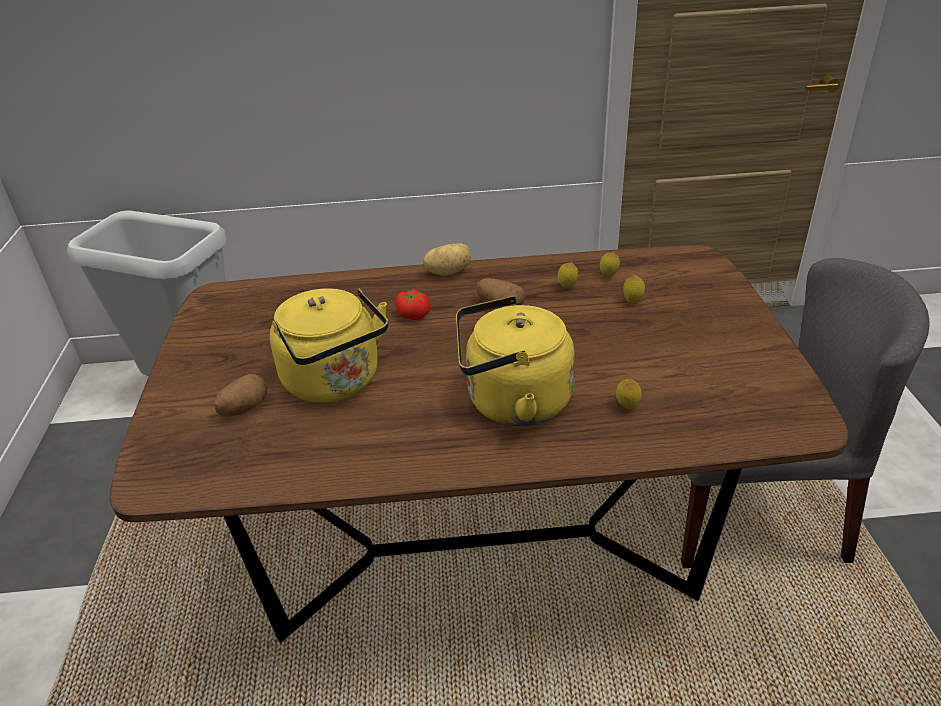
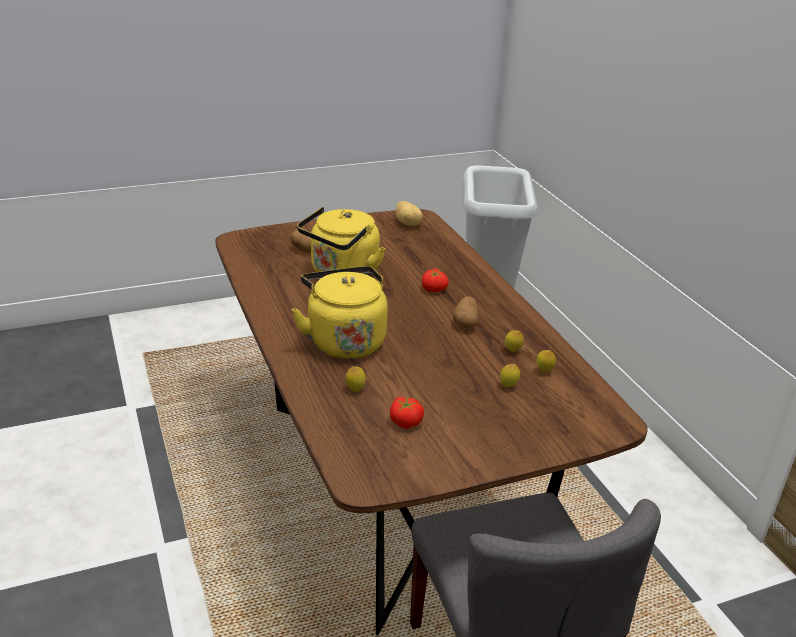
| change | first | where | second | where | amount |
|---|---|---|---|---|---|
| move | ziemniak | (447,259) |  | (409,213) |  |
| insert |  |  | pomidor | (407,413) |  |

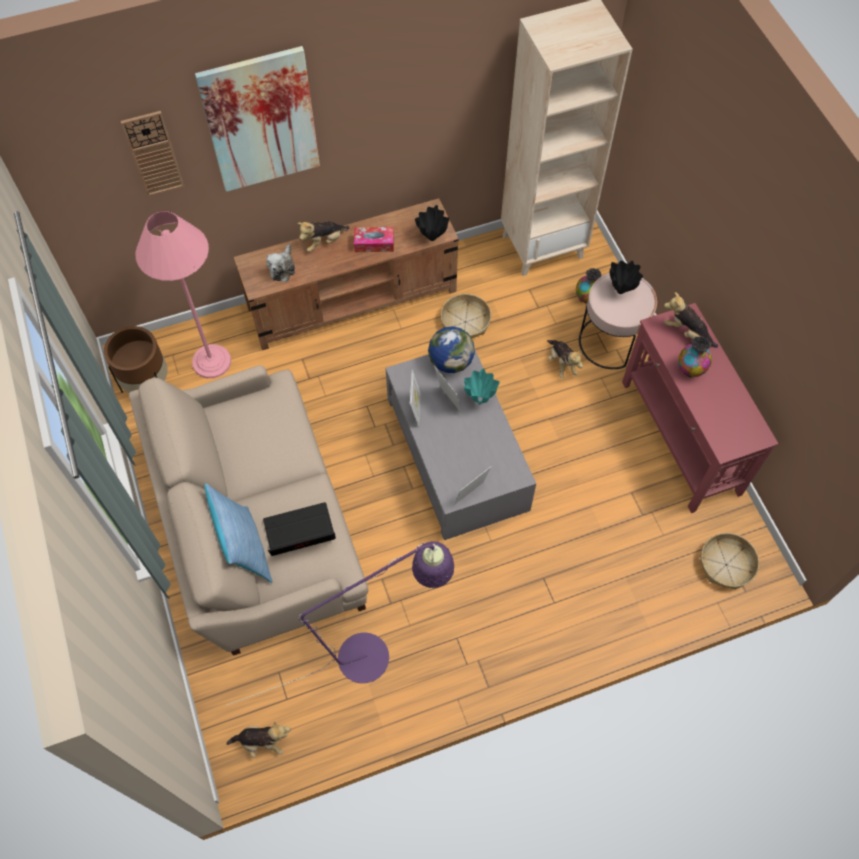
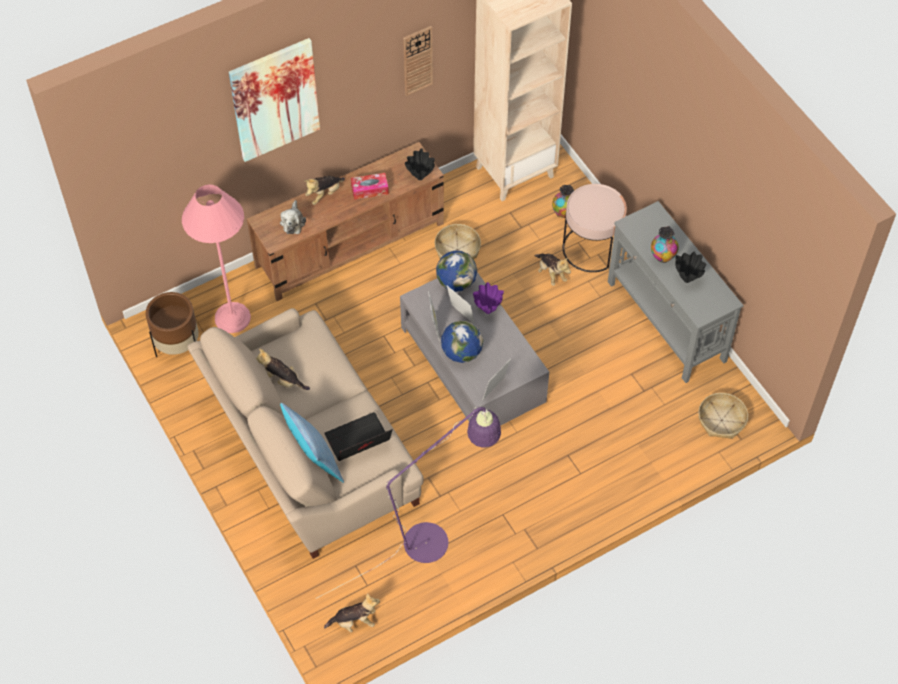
| change | first | where | second | where | amount |
|---|---|---|---|---|---|
| move | zegar ścienny | (152,153) |  | (418,61) |  |
| move | wazon (czarny) | (626,277) |  | (690,267) |  |
| move | pluszak | (691,320) |  | (283,369) |  |
| recolor | stolik konsolowy (czerwony) | (700,408) | stolik konsolowy (szary) | (676,292) |  |
| recolor | wazon (turkusowy) | (482,387) | wazon (fioletowy) | (488,298) |  |
| insert |  |  | globus | (462,342) |  |

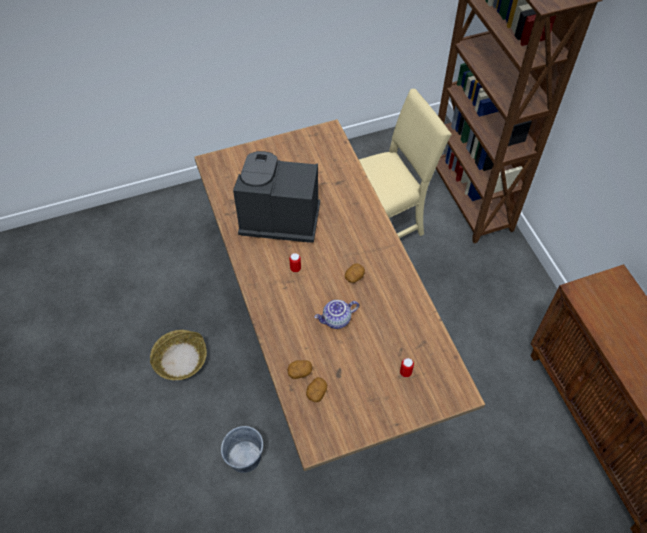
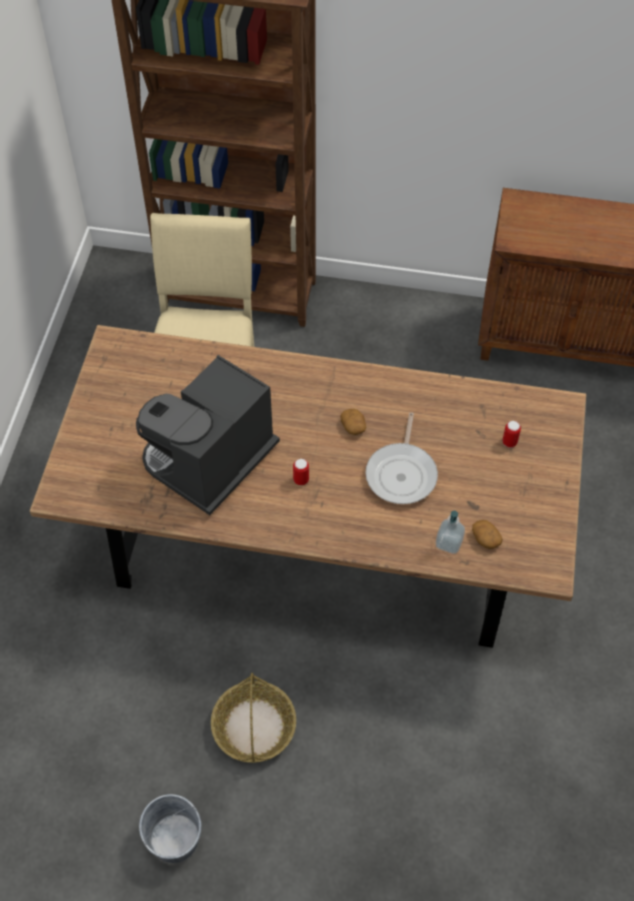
| change | first | where | second | where | amount |
|---|---|---|---|---|---|
| replace | imbryk | (336,314) | patelnia | (401,458) |  |
| replace | ziemniak | (299,369) | dozownik mydła | (450,532) |  |
| move | wiadro (szary) | (242,449) |  | (170,828) |  |

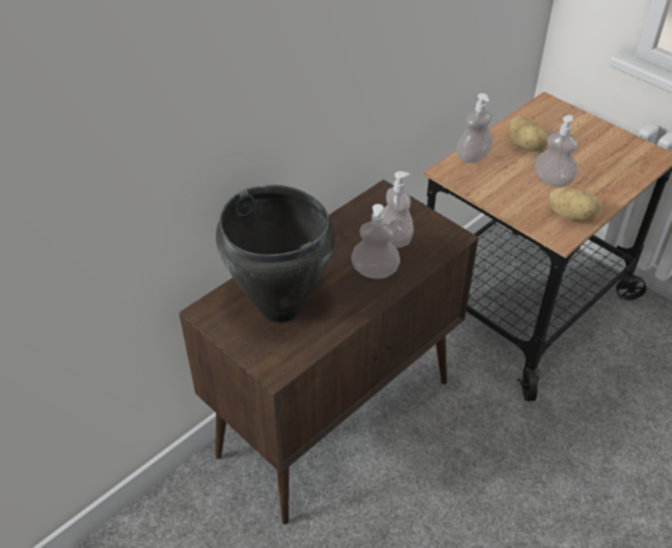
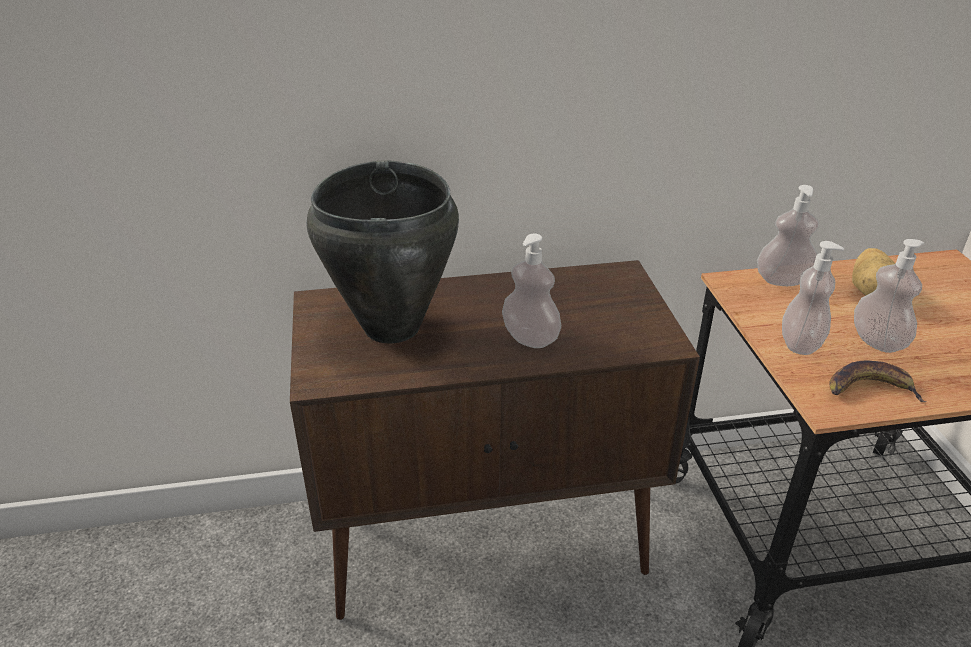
| change | first | where | second | where | amount |
|---|---|---|---|---|---|
| move | dozownik mydła | (398,209) |  | (813,298) |  |
| replace | ziemniak | (575,204) | banan | (877,381) |  |

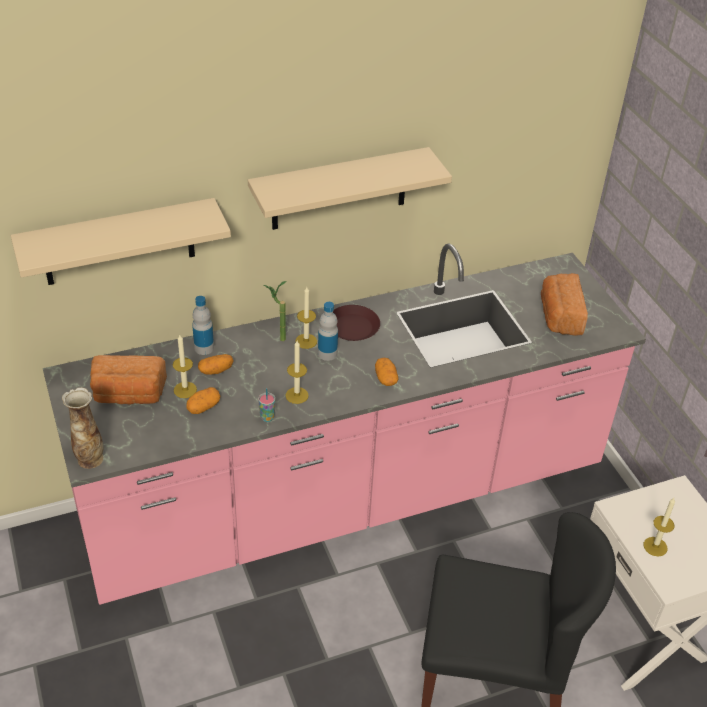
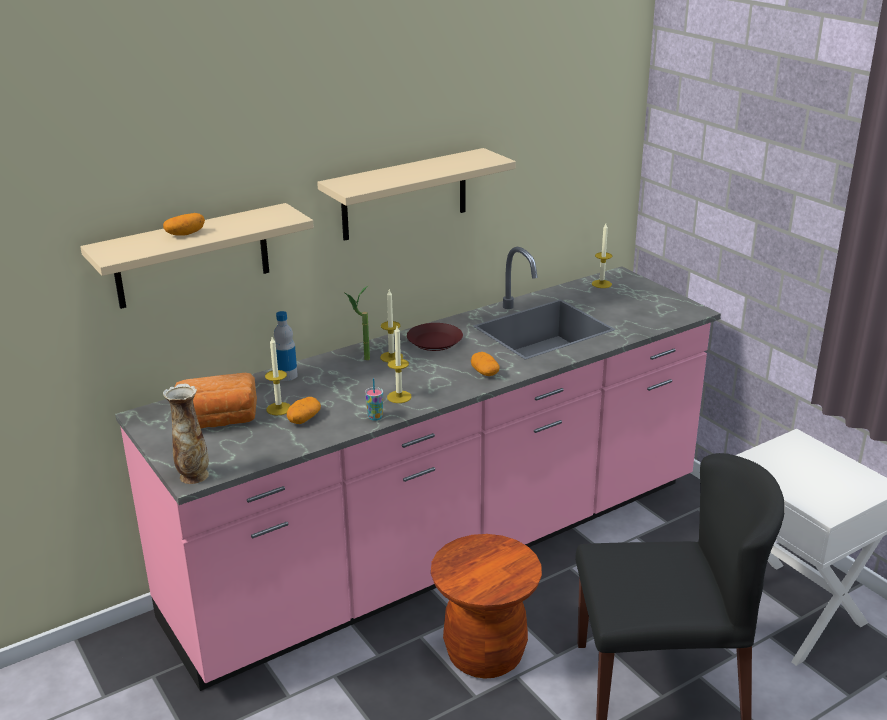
| change | first | where | second | where | amount |
|---|---|---|---|---|---|
| delete | chleb | (564,304) |  |  |  |
| delete | butelka | (328,331) |  |  |  |
| move | ziemniak | (216,364) |  | (184,224) |  |
| move | świeca | (659,527) |  | (602,256) |  |
| insert |  |  | stołek (brązowy) | (486,606) |  |

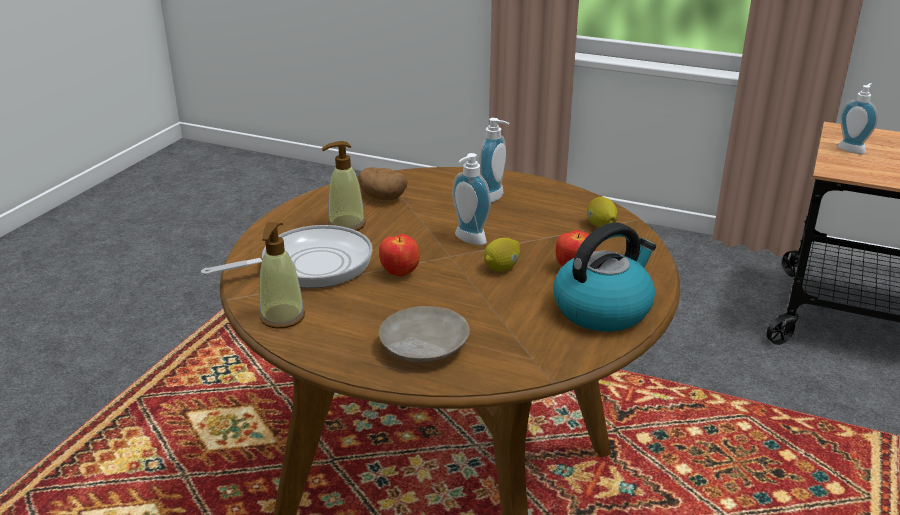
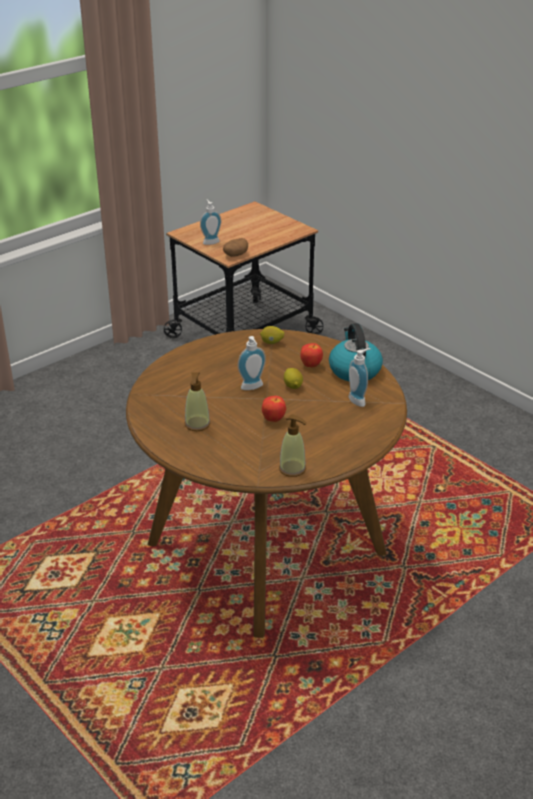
| change | first | where | second | where | amount |
|---|---|---|---|---|---|
| move | dozownik mydła | (494,160) |  | (360,377) |  |
| move | ziemniak | (383,183) |  | (235,247) |  |
| delete | patelnia | (287,256) |  |  |  |
| delete | talerz (beżowy) | (424,334) |  |  |  |

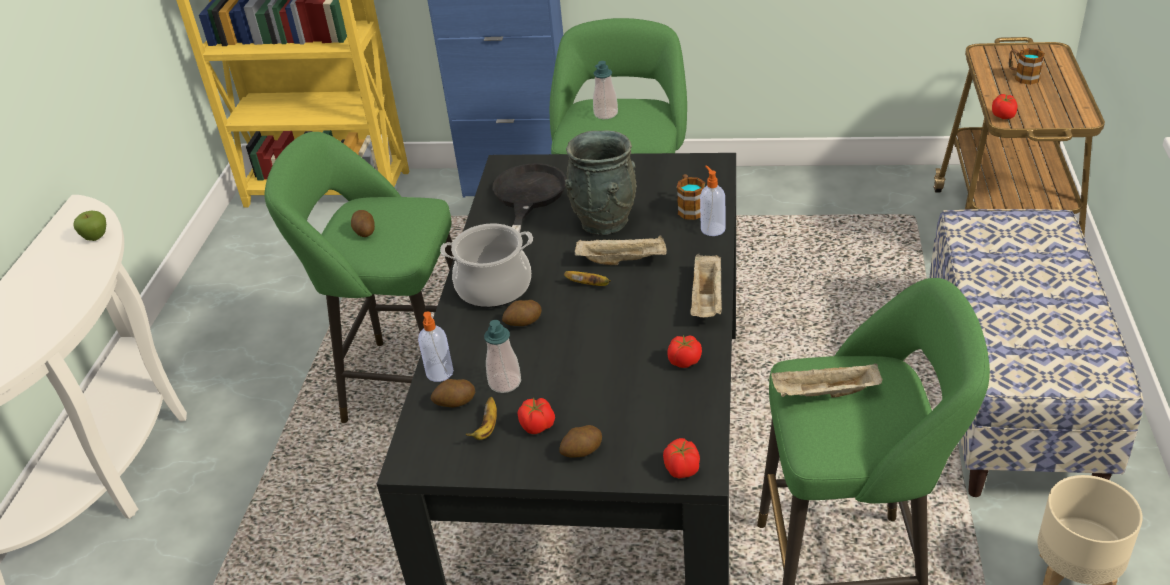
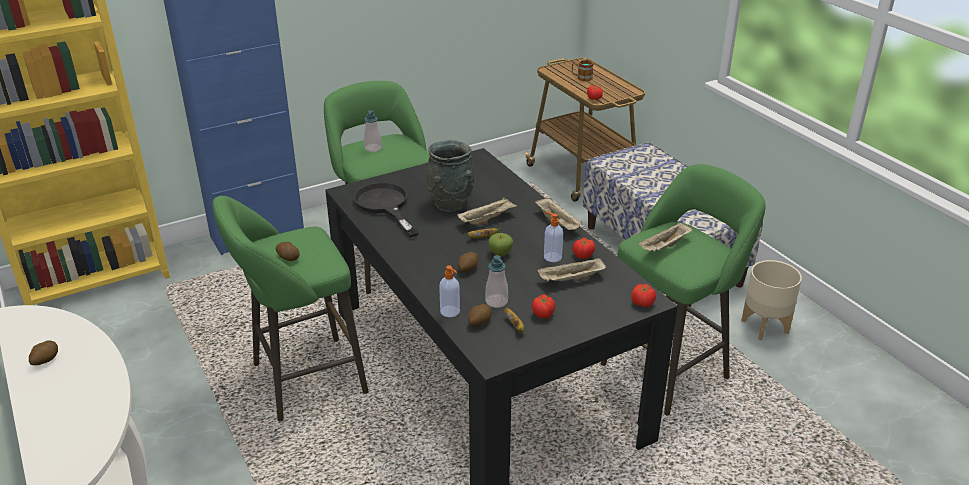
| change | first | where | second | where | amount |
|---|---|---|---|---|---|
| move | dozownik mydła | (713,200) |  | (553,237) |  |
| delete | kubek | (691,197) |  |  |  |
| move | jabłko | (90,226) |  | (500,244) |  |
| delete | garnek | (486,265) |  |  |  |
| move | ziemniak | (580,441) |  | (43,352) |  |
| insert |  |  | taca (beżowy) | (572,269) |  |

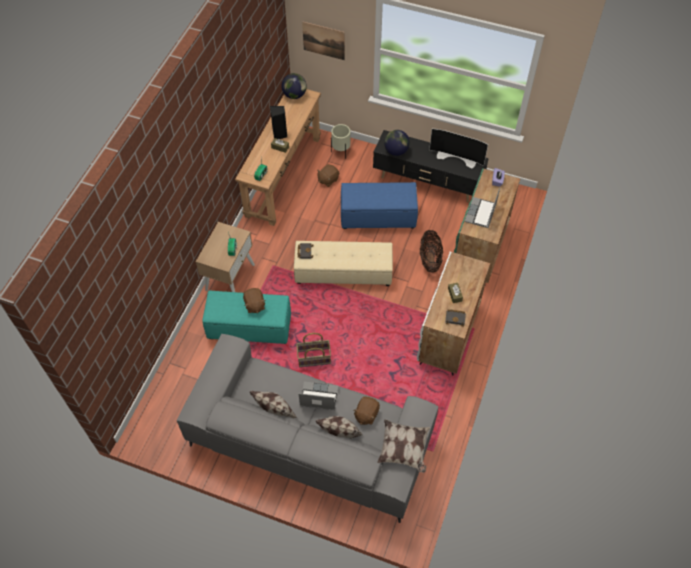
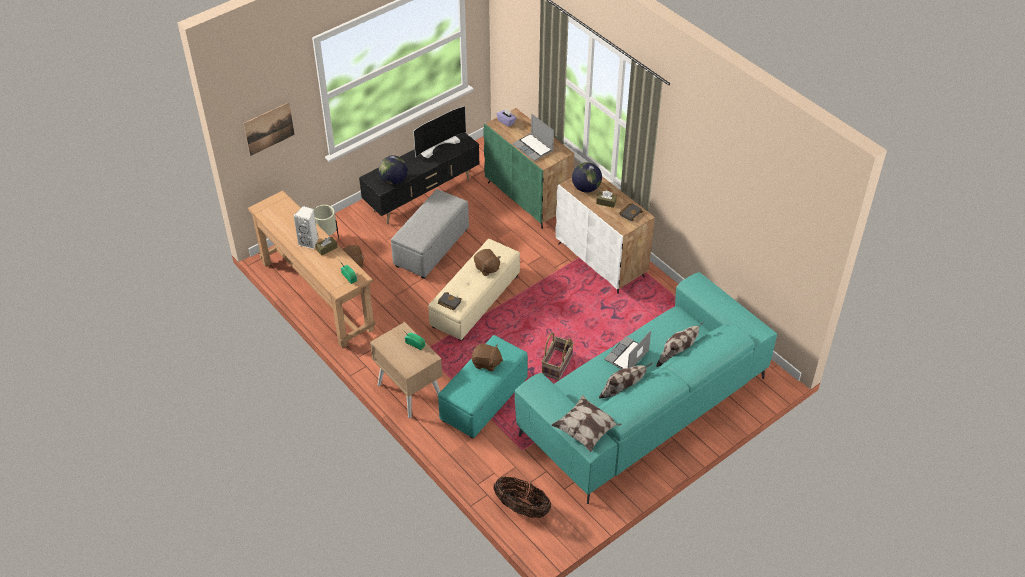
| change | first | where | second | where | amount |
|---|---|---|---|---|---|
| move | globus | (294,86) |  | (587,177) |  |
| recolor | głośnik (czarny) | (278,122) | głośnik (biały) | (305,227) |  |
| recolor | pufa (niebieski) | (379,205) | pufa (szary) | (430,234) |  |
| move | koszyk | (431,251) |  | (522,497) |  |
| recolor | kanapa (szary) | (307,428) | kanapa (turkusowy) | (646,388) |  |
| move | pluszak (brązowy) | (366,410) |  | (487,262) |  |
| move | poduszka | (403,446) |  | (586,423) |  |

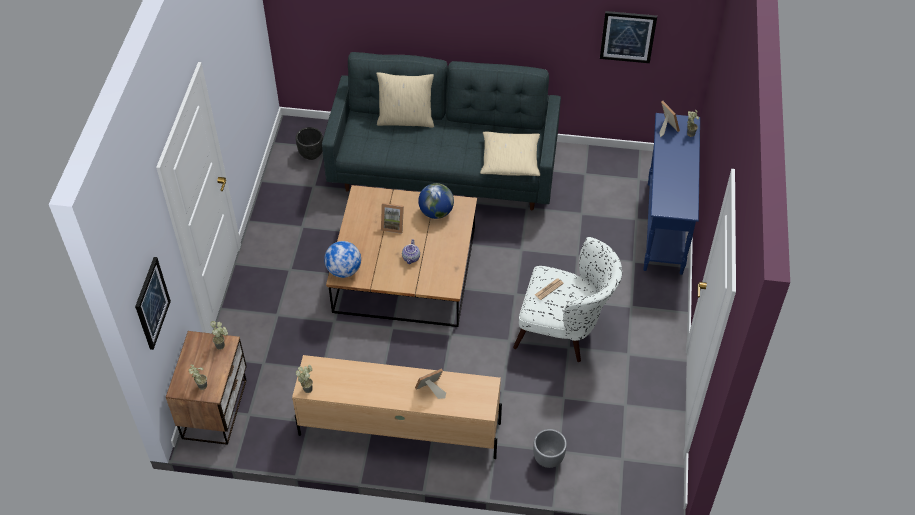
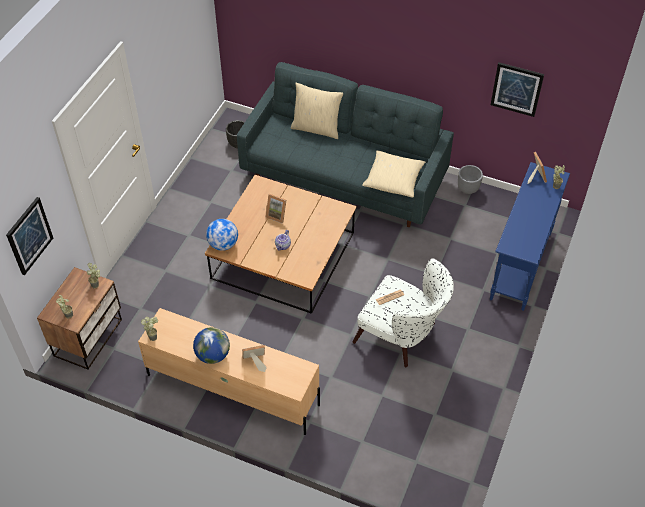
| change | first | where | second | where | amount |
|---|---|---|---|---|---|
| move | globus | (436,201) |  | (211,345) |  |
| move | donica (szary) | (550,448) |  | (470,179) |  |

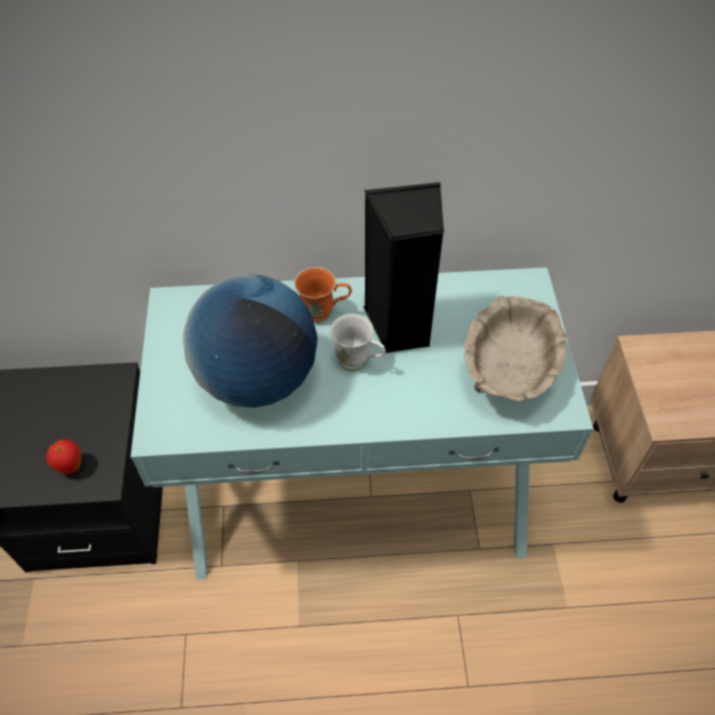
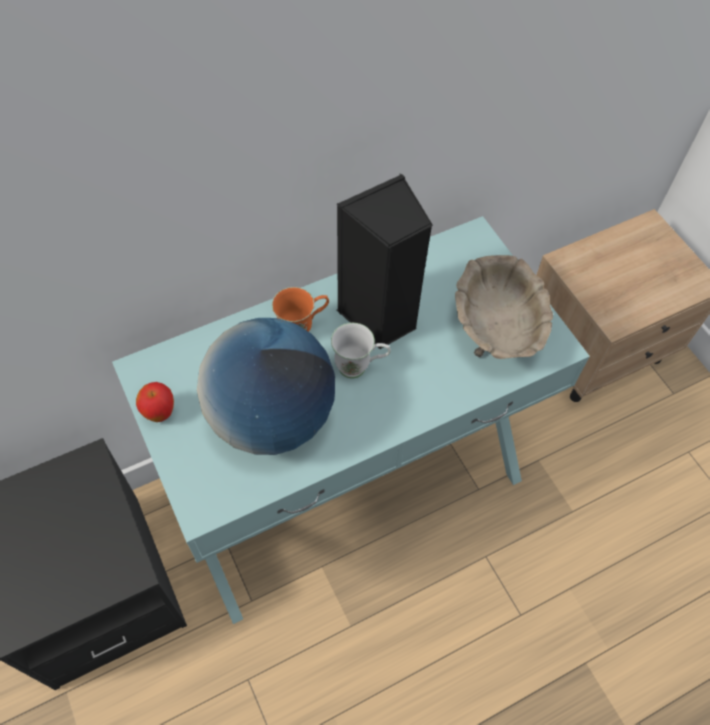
| change | first | where | second | where | amount |
|---|---|---|---|---|---|
| move | jabłko | (63,457) |  | (155,402) |  |

